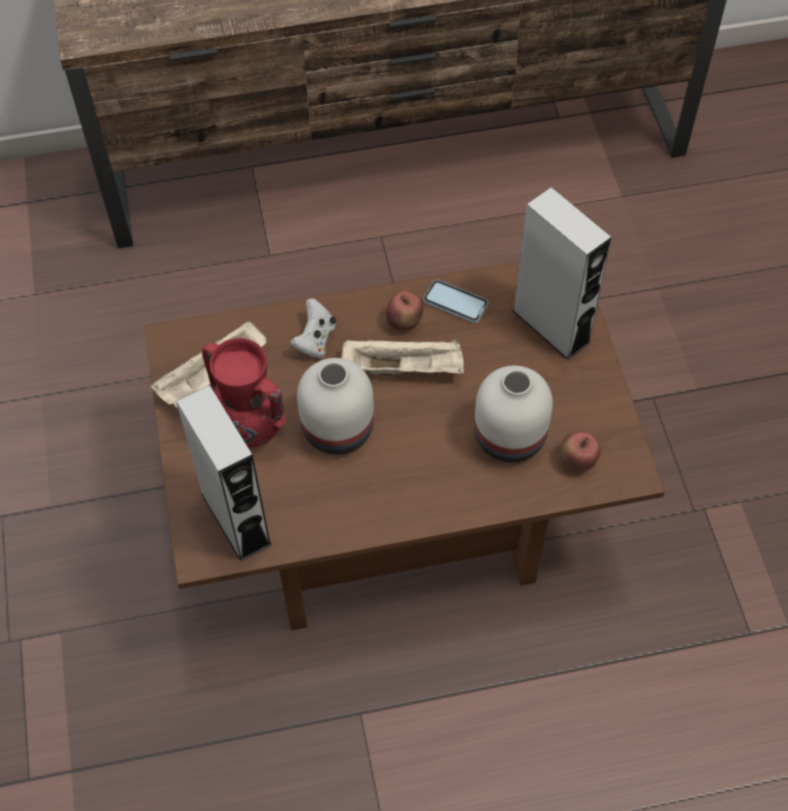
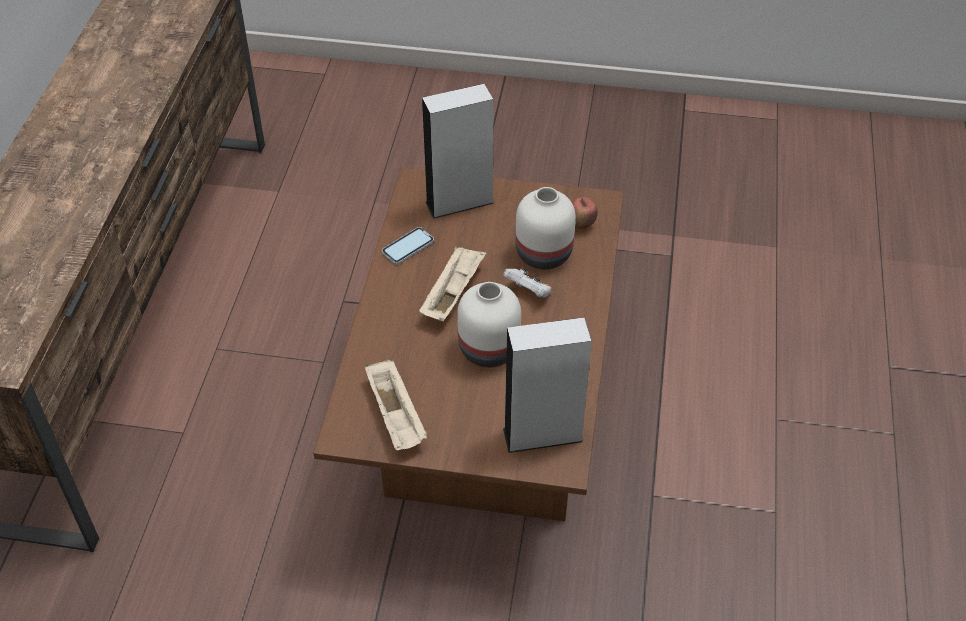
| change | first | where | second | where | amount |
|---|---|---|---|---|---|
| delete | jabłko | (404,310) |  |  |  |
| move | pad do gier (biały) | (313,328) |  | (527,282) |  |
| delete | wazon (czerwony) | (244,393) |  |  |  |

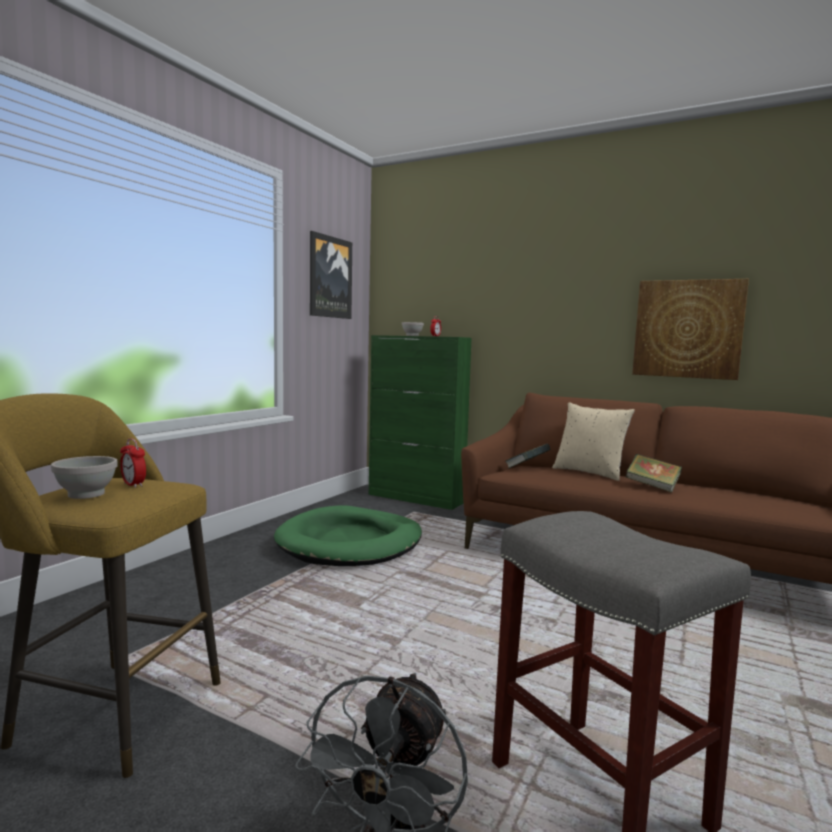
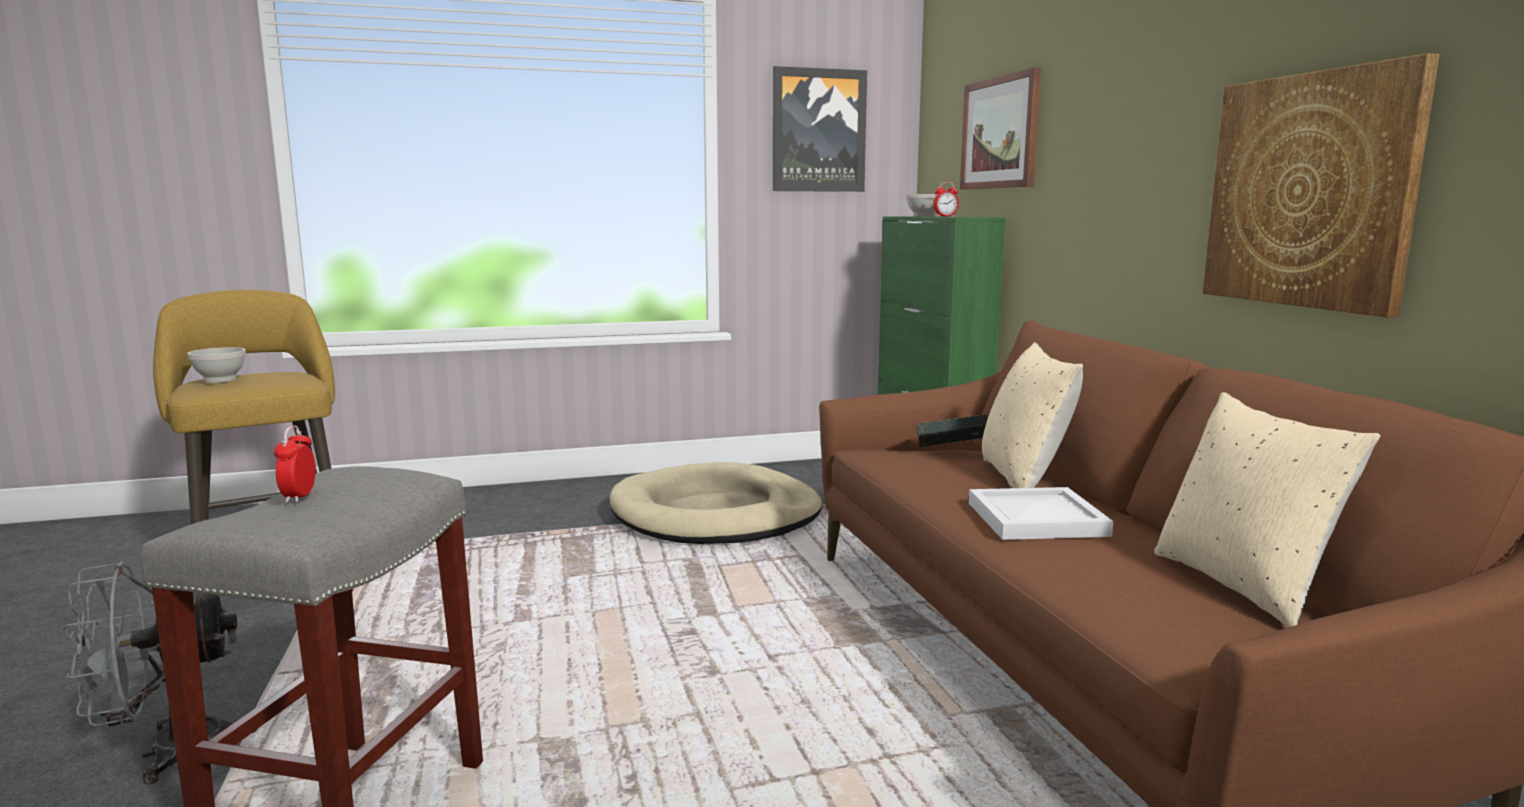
| change | first | where | second | where | amount |
|---|---|---|---|---|---|
| move | budzik | (133,463) |  | (295,464) |  |
| replace | książka | (654,473) | taca (biały) | (1041,513) |  |
| recolor | legowisko (zielony) | (348,535) | legowisko (beżowy) | (716,503) |  |
| insert |  |  | obraz | (1000,128) |  |
| insert |  |  | poduszka (beżowy) | (1267,509) |  |

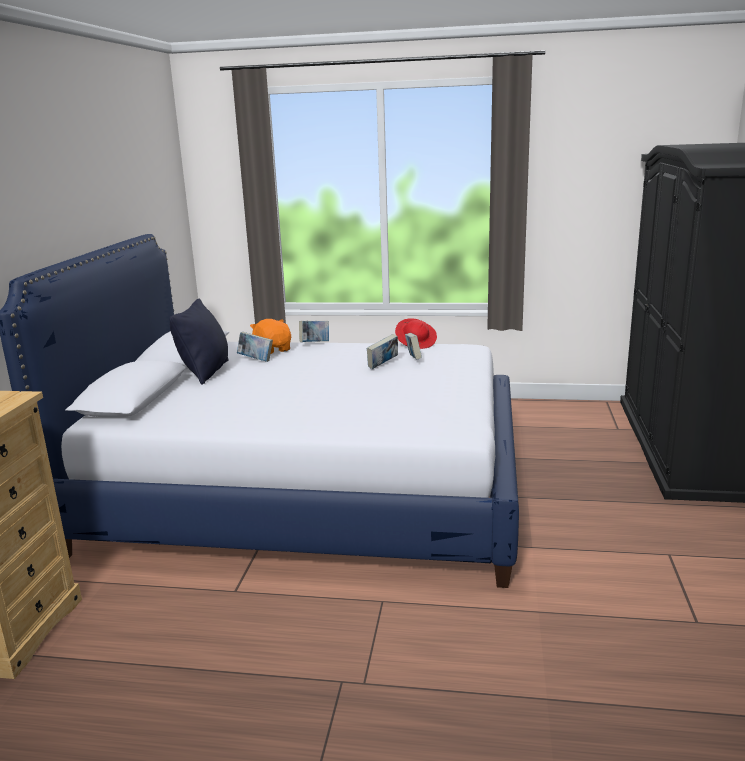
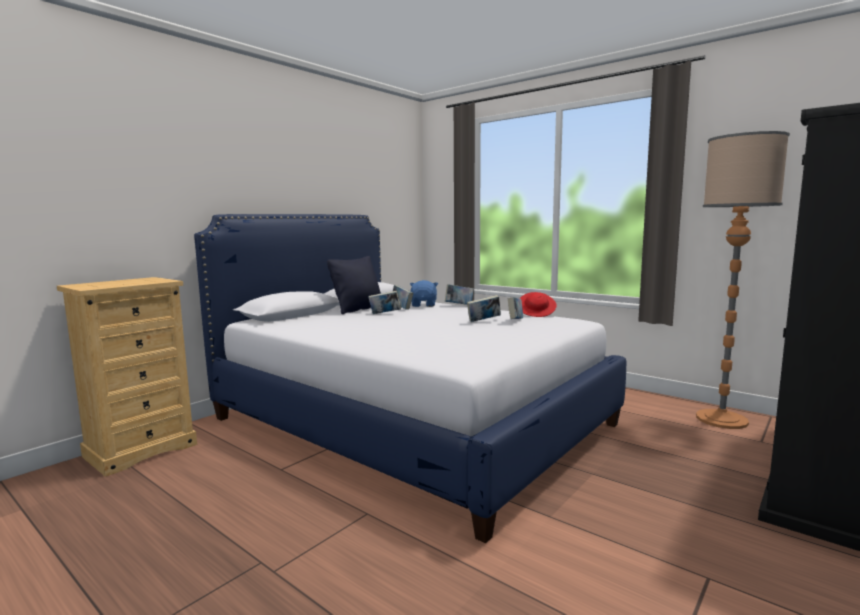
| change | first | where | second | where | amount |
|---|---|---|---|---|---|
| recolor | pluszak (pomarańczowy) | (270,336) | pluszak (niebieski) | (424,293) |  |
| insert |  |  | lampa stojąca | (743,280) |  |
| insert |  |  | książka | (384,302) |  |

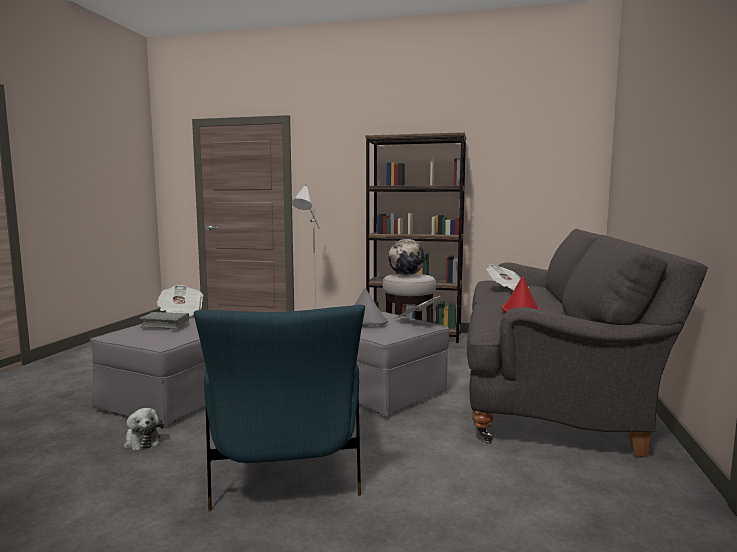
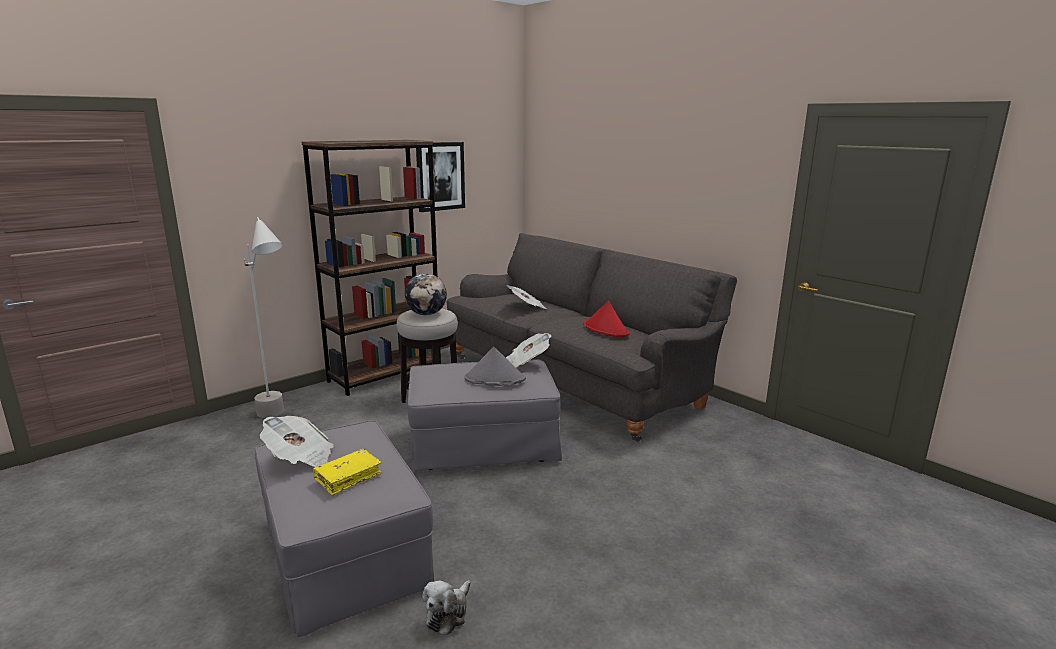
| change | first | where | second | where | amount |
|---|---|---|---|---|---|
| delete | fotel (niebieski) | (279,408) |  |  |  |
| recolor | książka (szary) | (164,321) | książka (żółty) | (347,472) |  |
| rotate | pluszak | (144,429) |  | (446,608) | 120 degrees clockwise |
| insert |  |  | obraz | (440,177) |  |

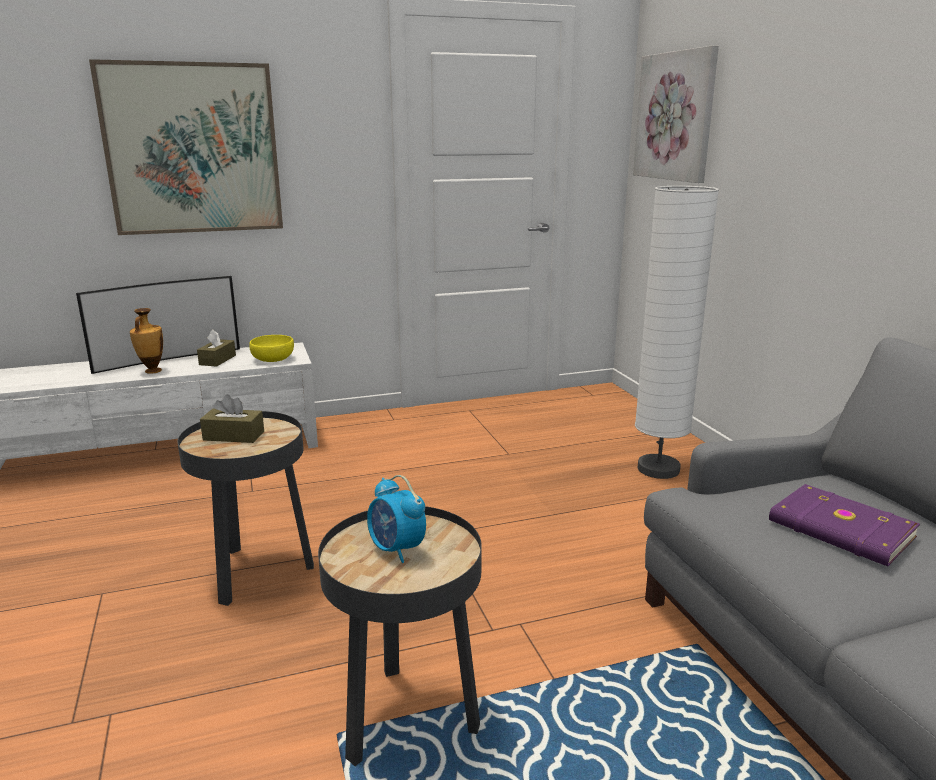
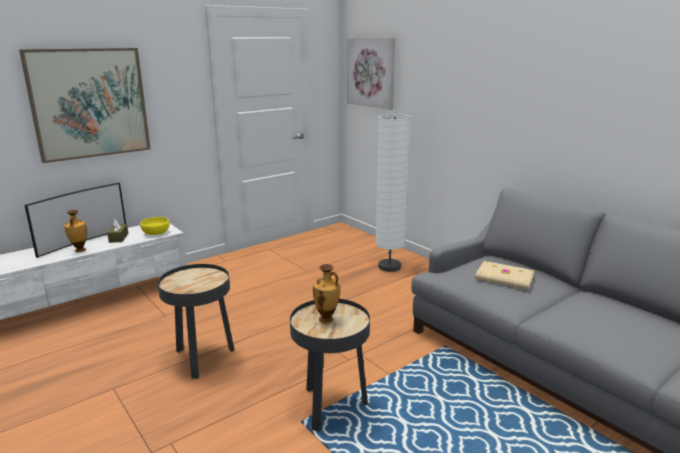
| change | first | where | second | where | amount |
|---|---|---|---|---|---|
| delete | pudełko chusteczek (brązowy) | (232,418) |  |  |  |
| replace | budzik | (396,519) | wazon | (327,293) |  |
| recolor | książka (fioletowy) | (844,525) | książka (beżowy) | (505,275) |  |

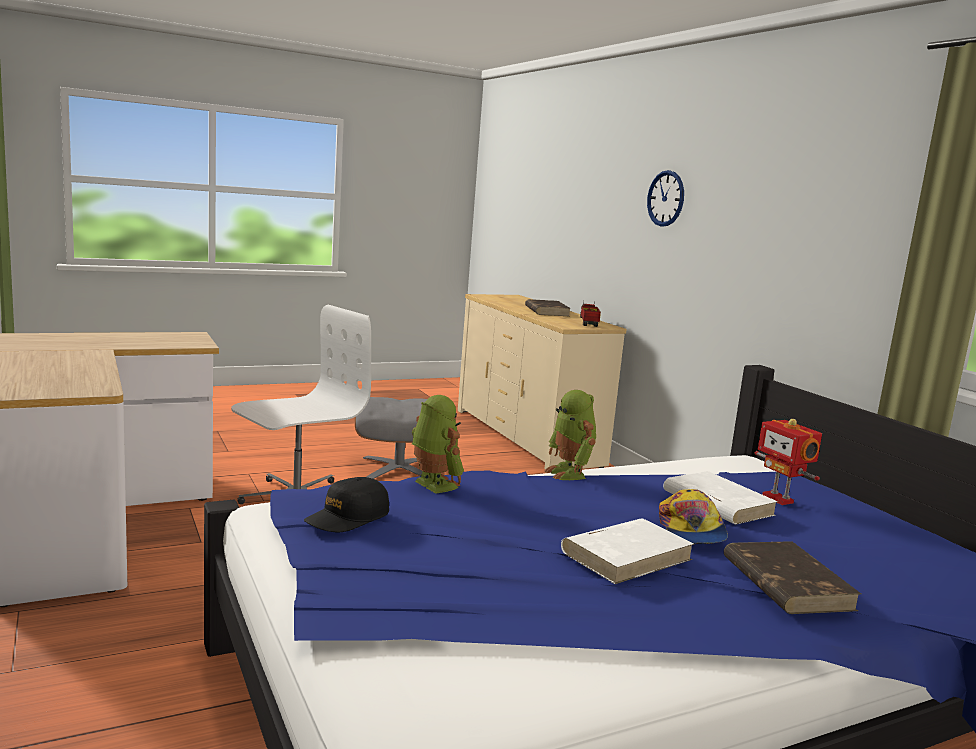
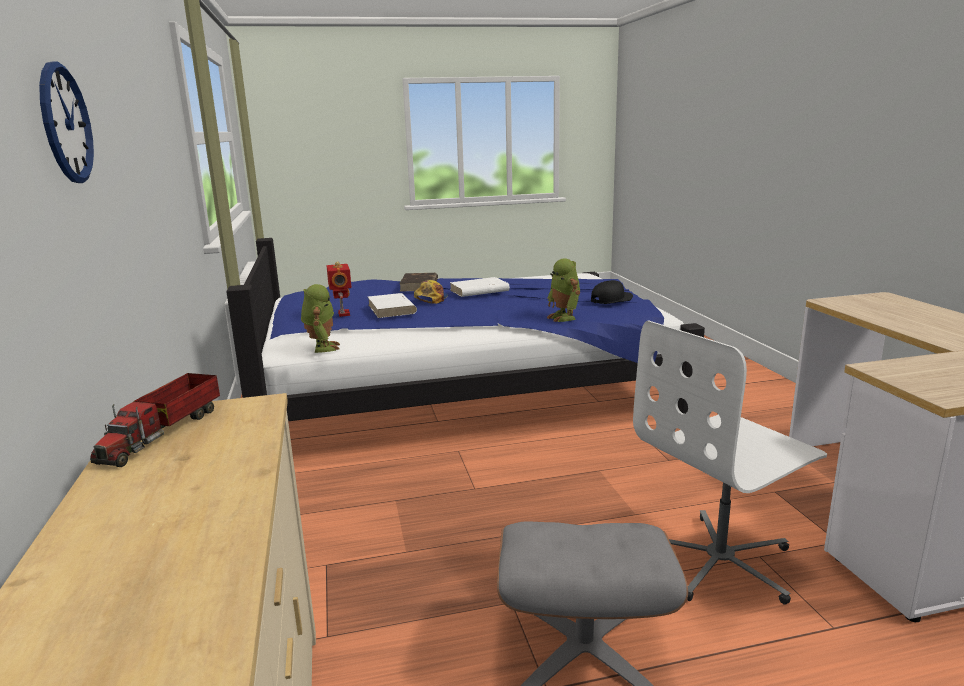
| change | first | where | second | where | amount |
|---|---|---|---|---|---|
| delete | książka (brązowy) | (548,308) |  |  |  |
| move | robot zabawkowy | (570,435) |  | (320,318) |  |

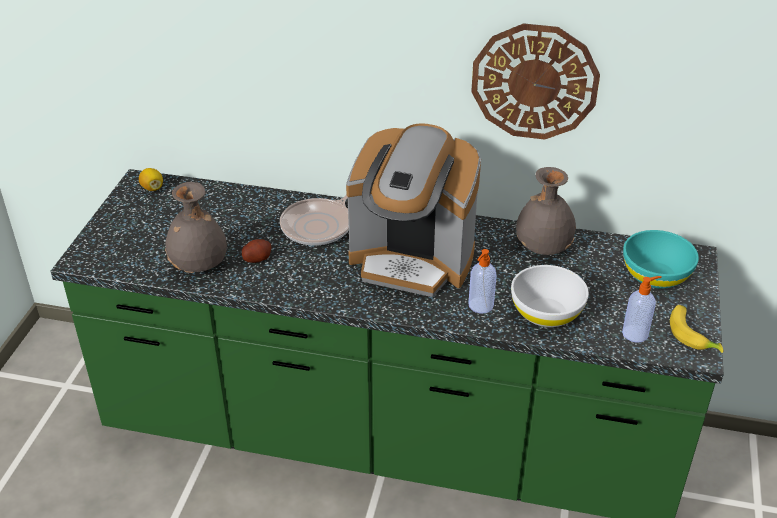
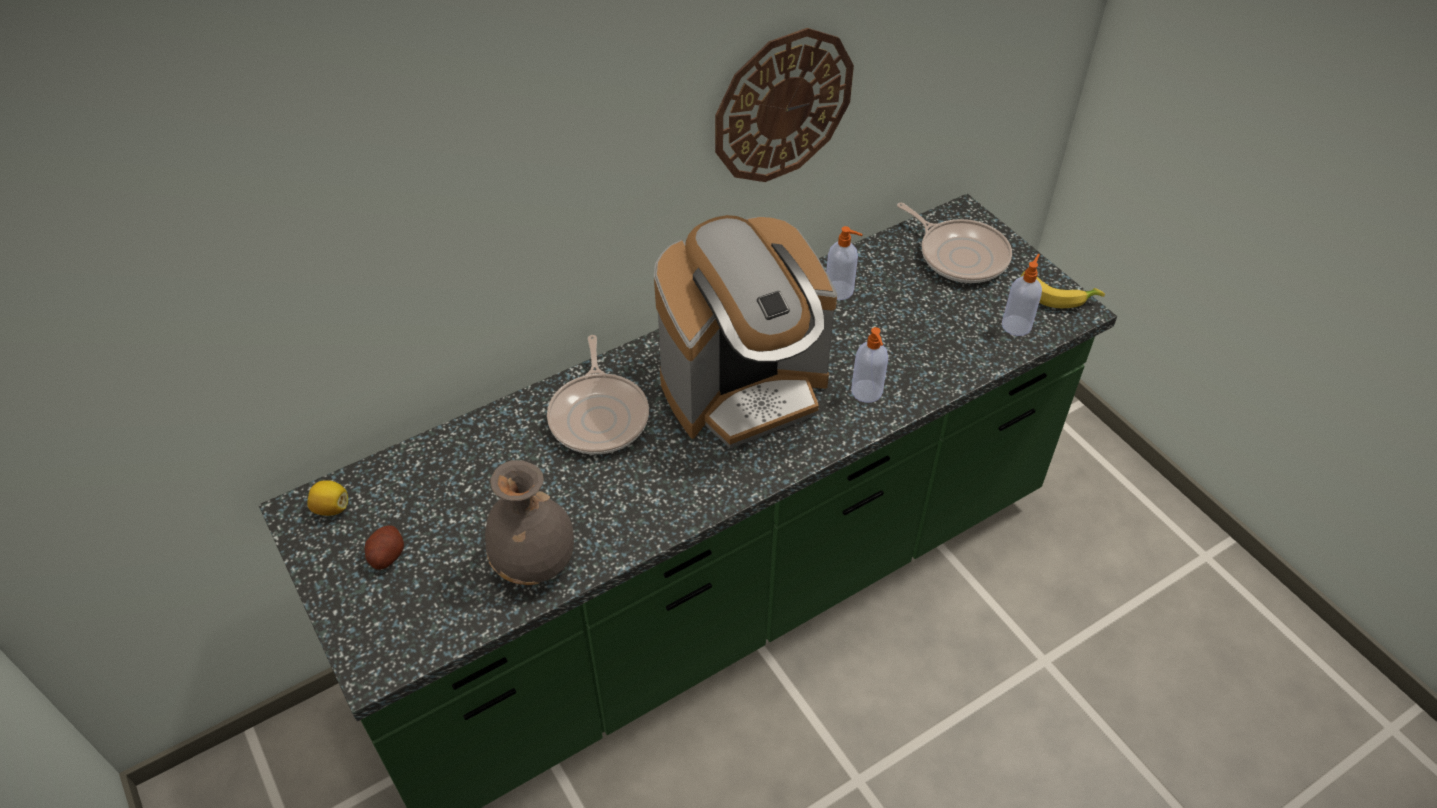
| change | first | where | second | where | amount |
|---|---|---|---|---|---|
| replace | wazon (szary) | (546,211) | dozownik mydła | (844,263) |  |
| replace | miska (turkusowy) | (661,259) | patelnia | (954,242) |  |
| move | ziemniak | (256,251) |  | (384,547) |  |
| delete | miska (biały) | (550,296) |  |  |  |

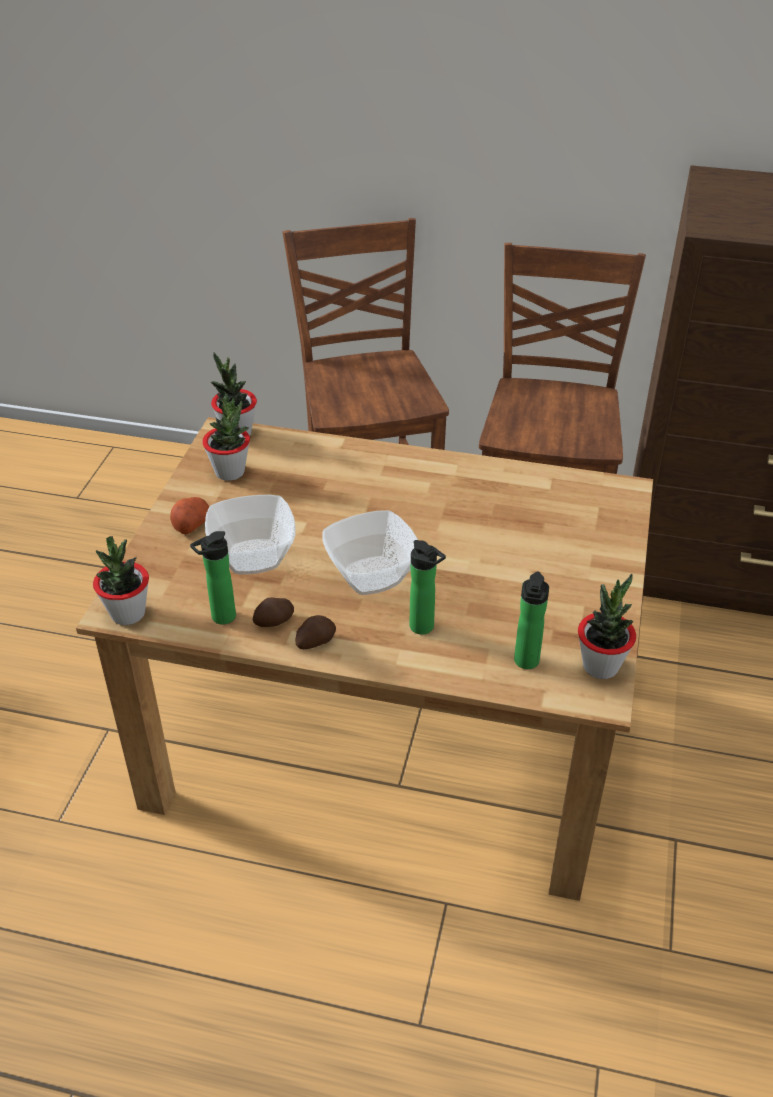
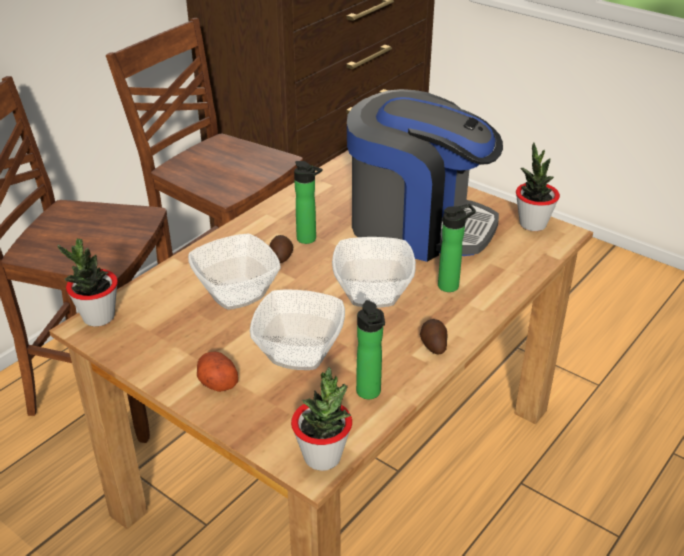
| change | first | where | second | where | amount |
|---|---|---|---|---|---|
| delete | roślina doniczkowa | (226,437) |  |  |  |
| move | butelka | (531,620) |  | (308,202) |  |
| move | ziemniak | (273,612) |  | (281,249) |  |
| insert |  |  | ekspres do kawy | (425,175) |  |
| insert |  |  | miska | (234,272) |  |

